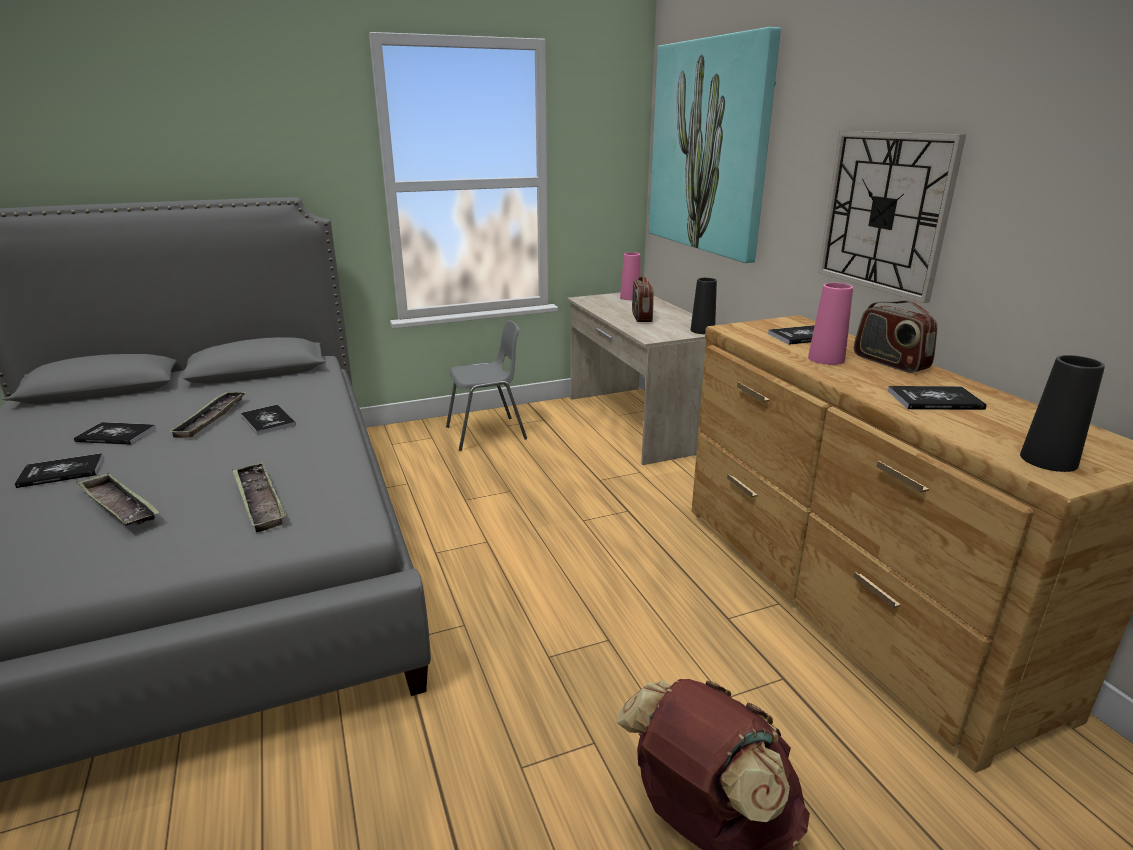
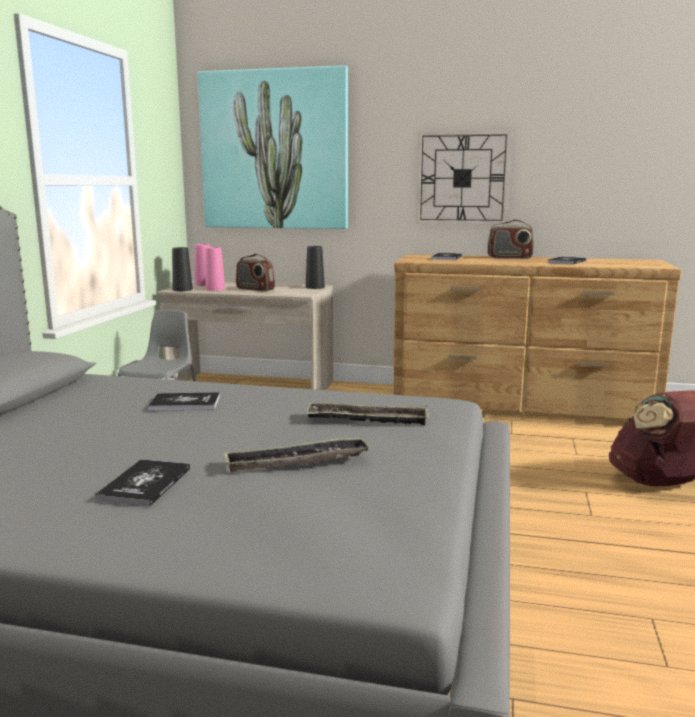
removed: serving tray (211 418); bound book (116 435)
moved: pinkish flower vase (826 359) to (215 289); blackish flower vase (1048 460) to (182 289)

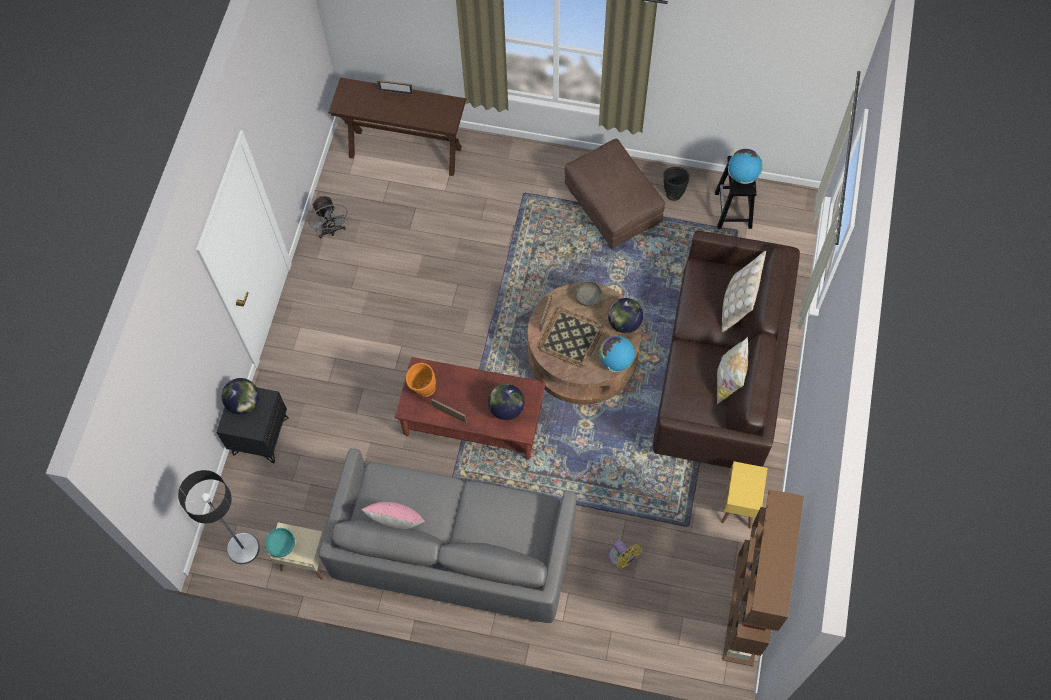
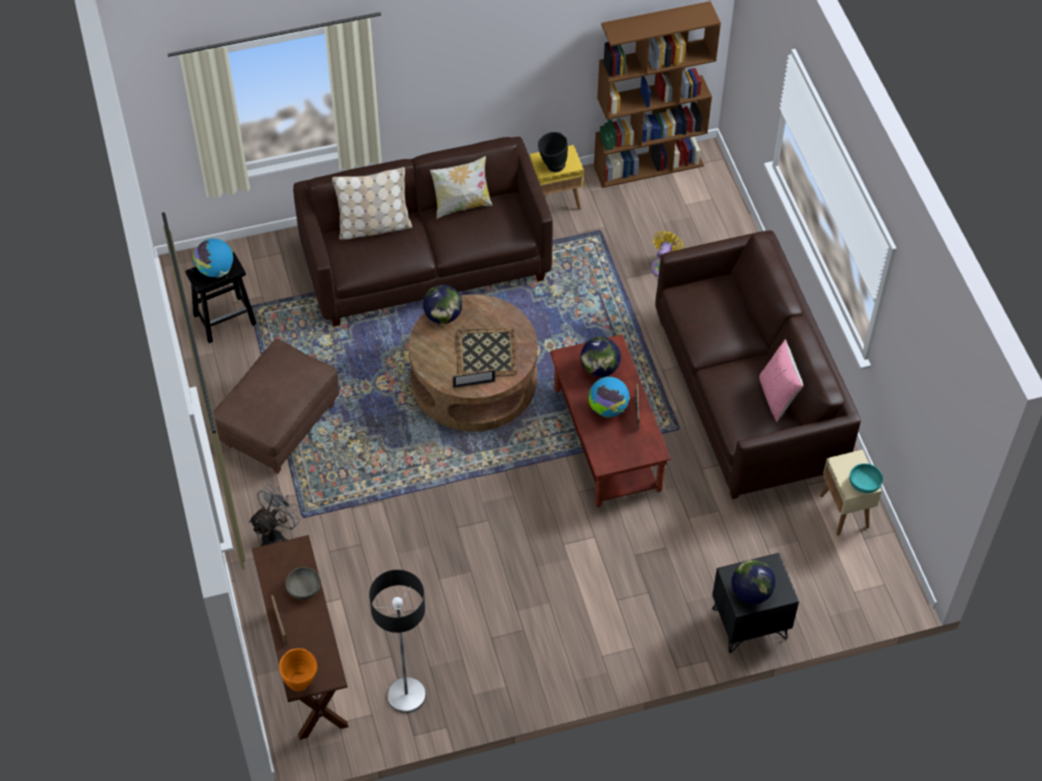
moved: blackish flower vase (673 192) to (552 167); greyish electric fan (331 231) to (276 536); greyish serving bowl (587 297) to (304 589); world globe (616 360) to (607 408); orange flower vase (422 390) to (302 685); floor lamp (243 548) to (406 695)
recoloured: greyish settee (453 551) to brownish settee (747 395)

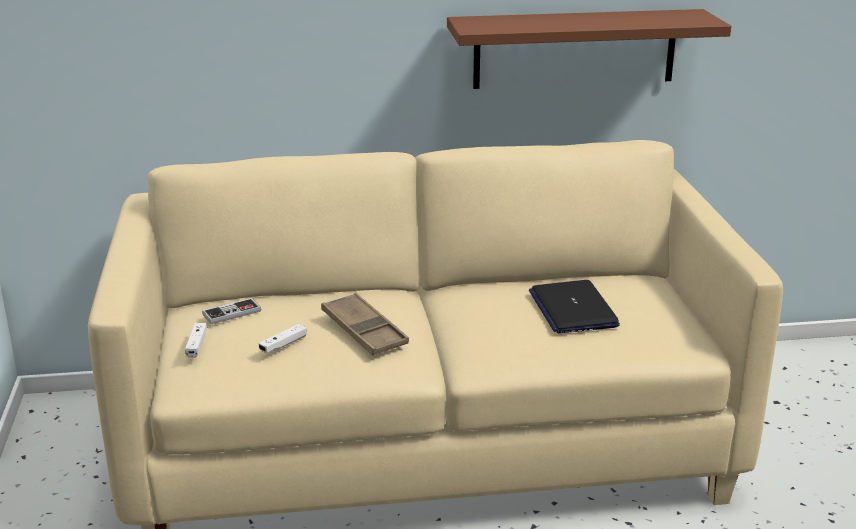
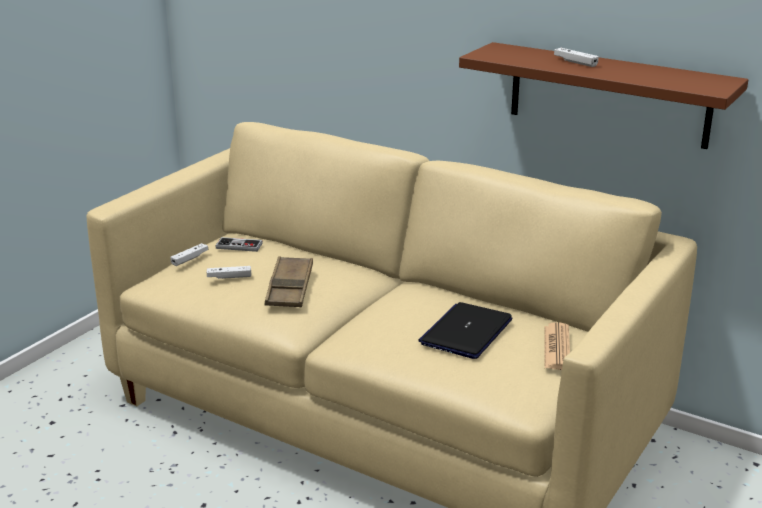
added: whitish gamepad (575 62); printed paper (557 347)

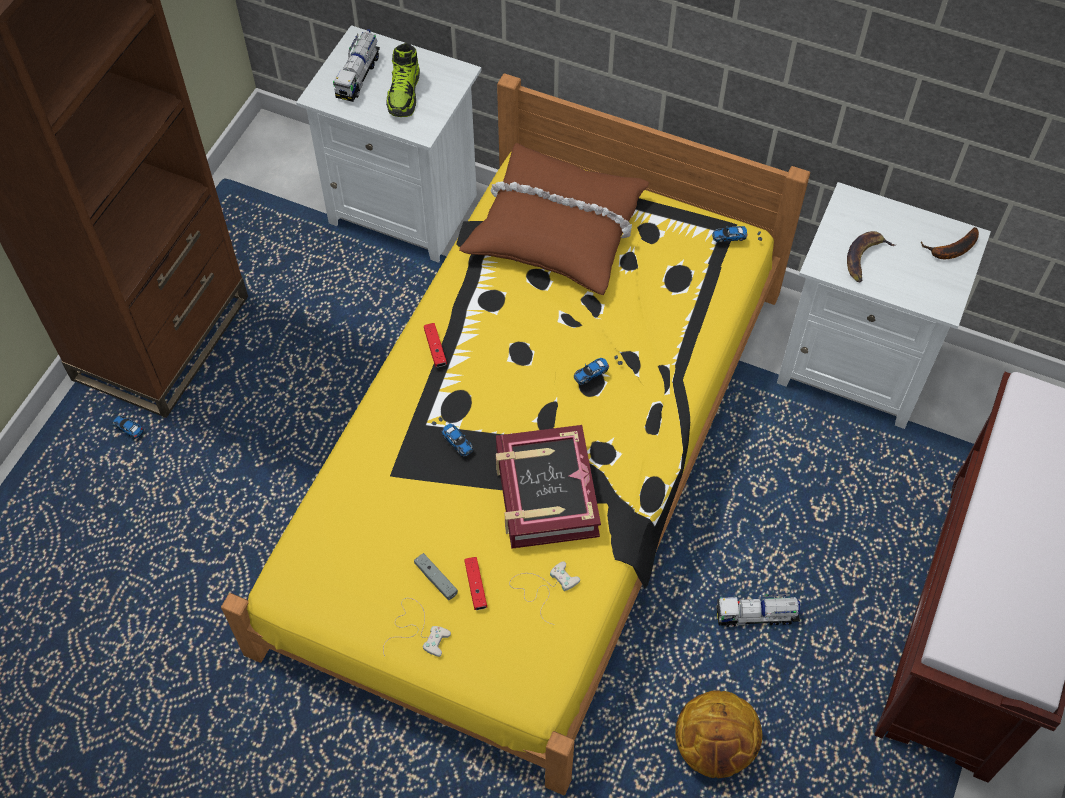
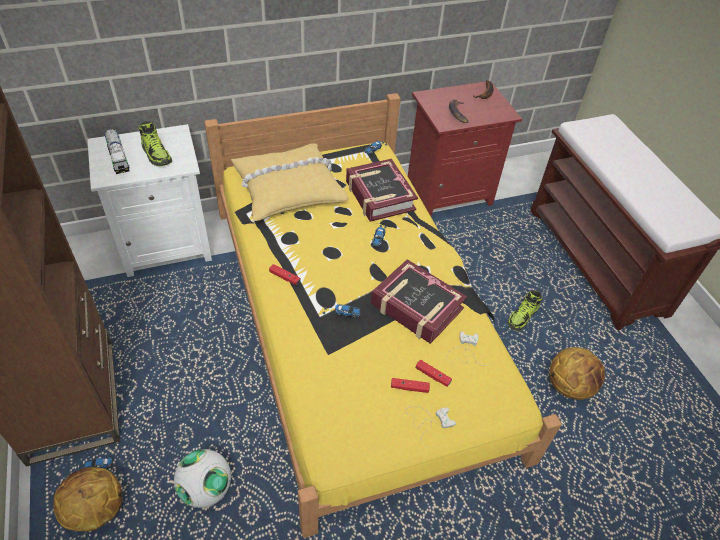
added: bound book (379 196); football ball (206 489); ball for basketball (95 510)
replaced: model truck (756 616) to shoe (522 317)
recoloured: brownish cushion (557 229) to yellow cushion (288 189); whitish nightstand (855 365) to reddish nightstand (447 193); greyish gamepad (436 579) to reddish gamepad (409 388)

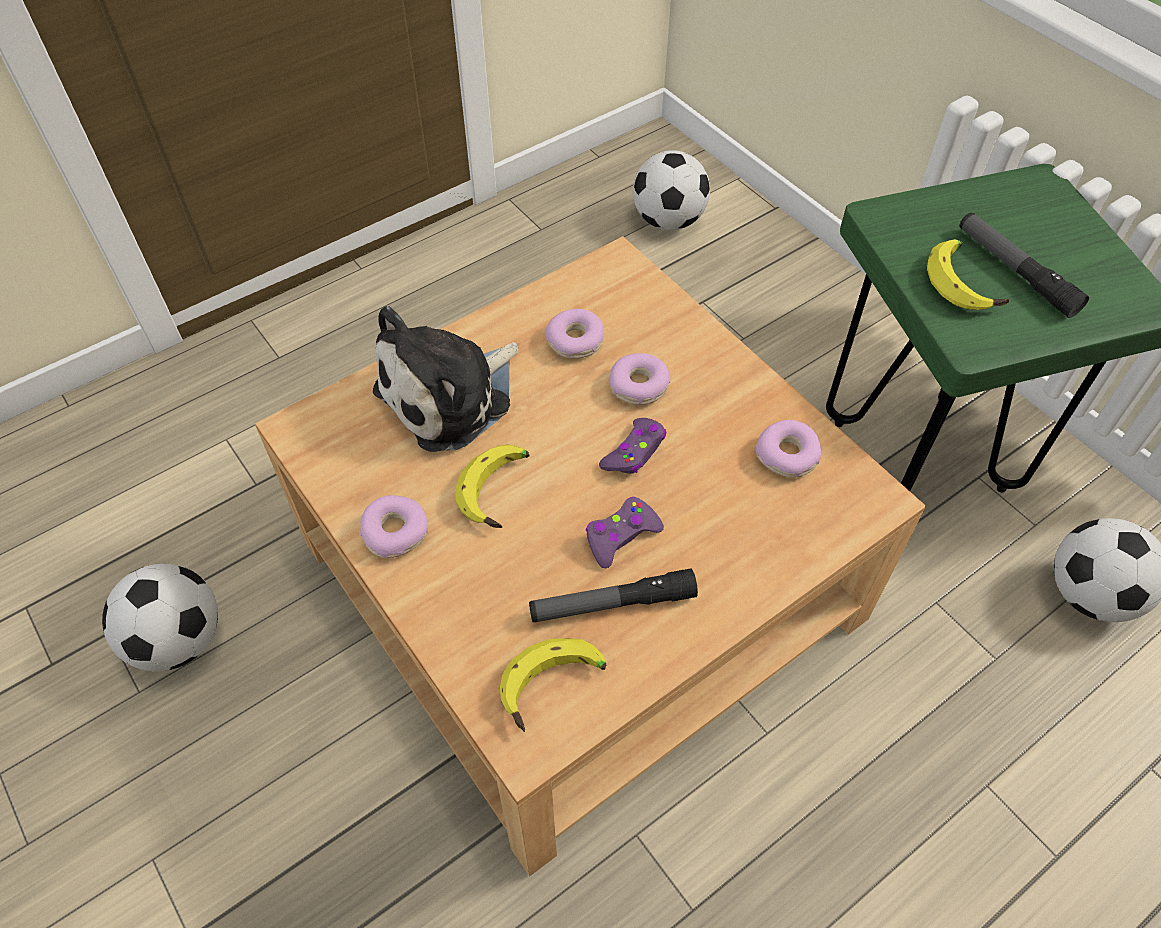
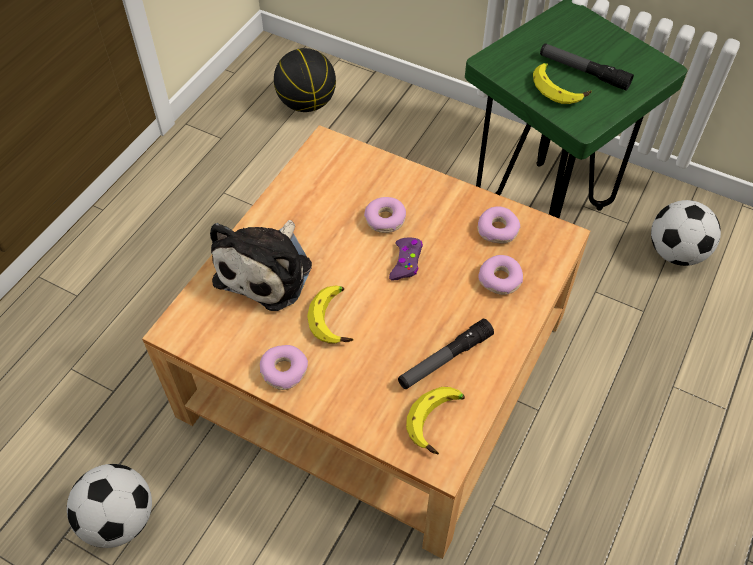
removed: purple gamepad (621 536)
moved: doughnut (575 341) to (500 279)
replaced: football ball (668 220) to ball for basketball (307 103)

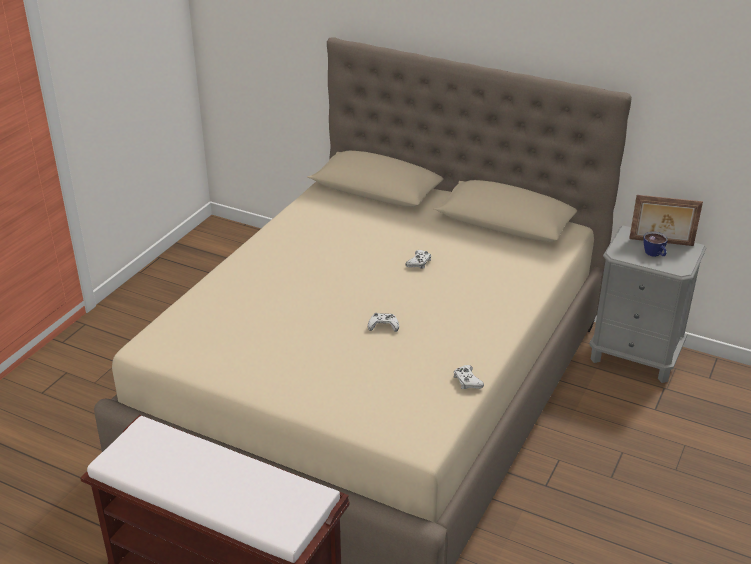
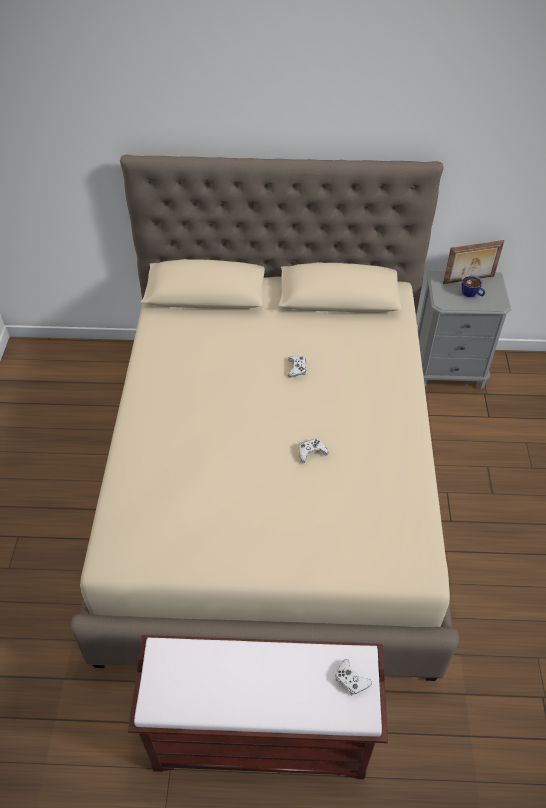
moved: whitish gamepad (467 381) to (351 680)

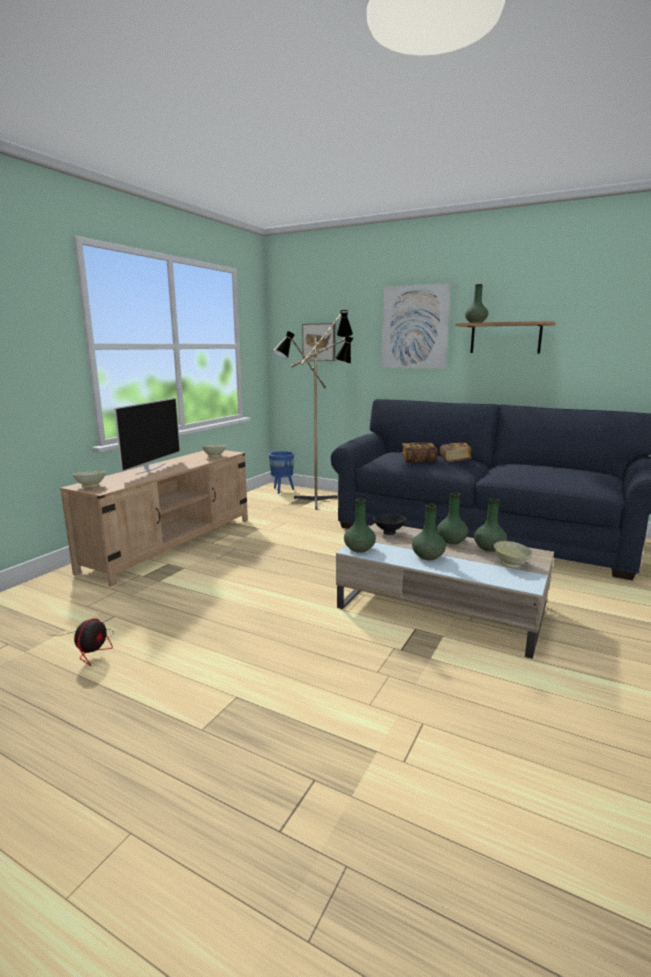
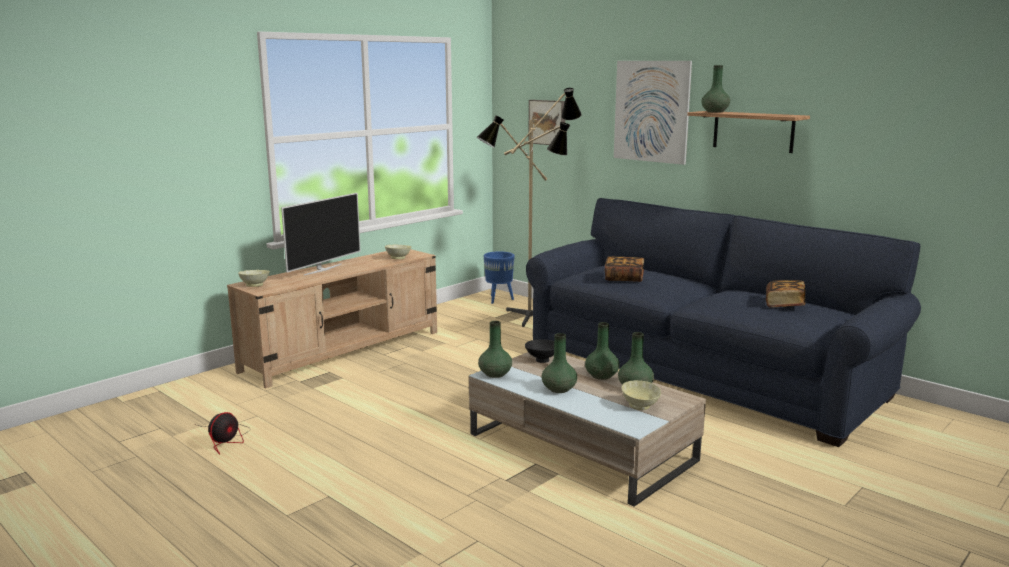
moved: bound book (455 460) to (784 304)

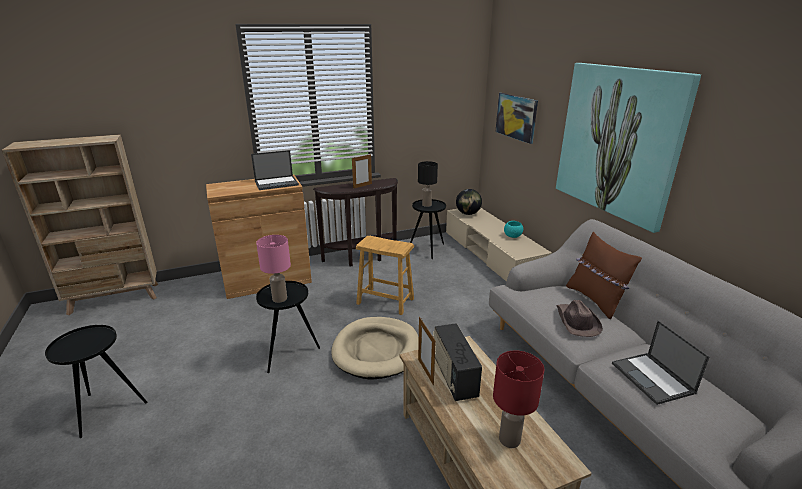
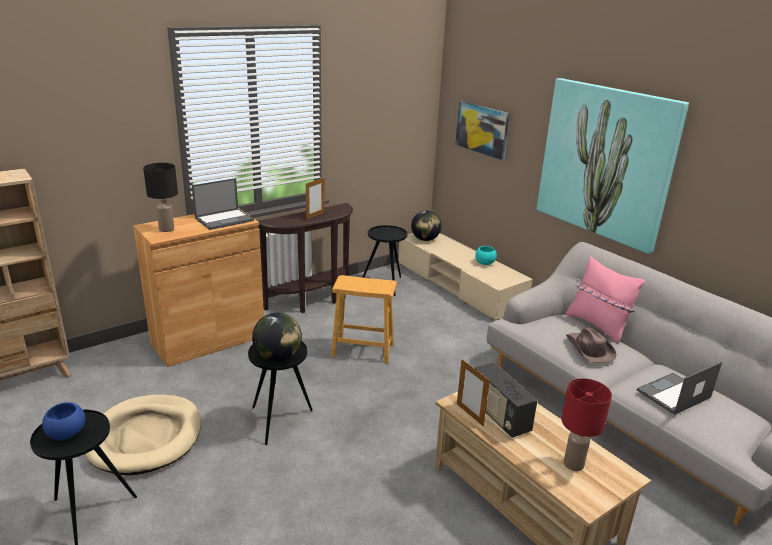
added: bluish serving bowl (67 434)
moved: blackish table lamp (426 205) to (166 229); beige-coloured dog bed (376 350) to (146 437)
replaced: pinkish table lamp (280 299) to world globe (278 357)
recoloured: brownish cushion (595 300) to pinkish cushion (597 326)
turned: laptop (653 378) = (673 394) 90 degrees clockwise

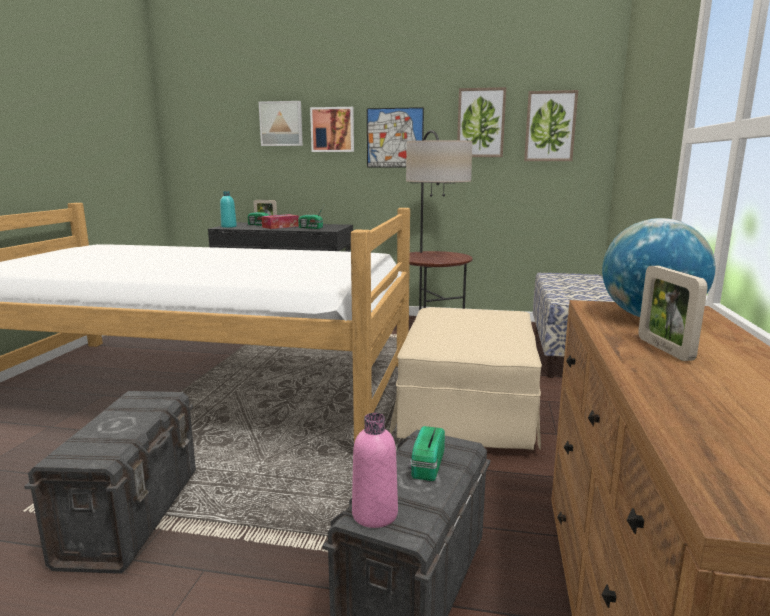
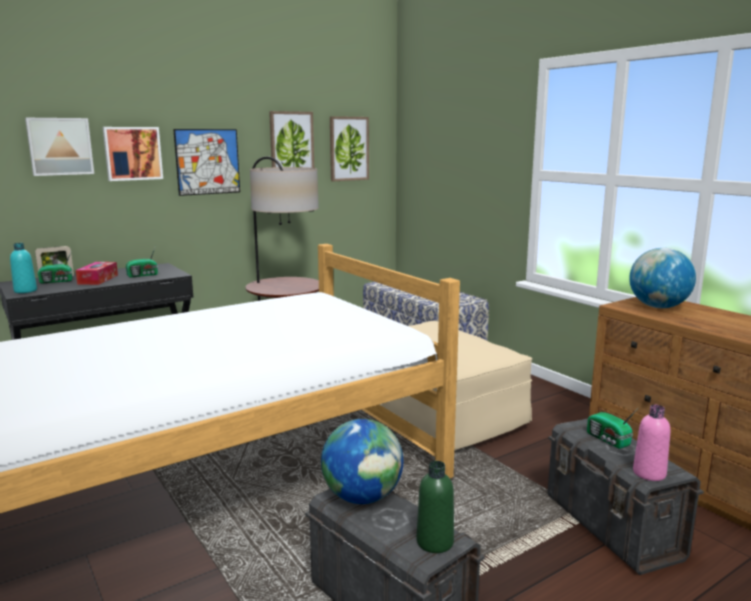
removed: standing frame (664 349)
added: world globe (362 497); green drink bottle (435 542)

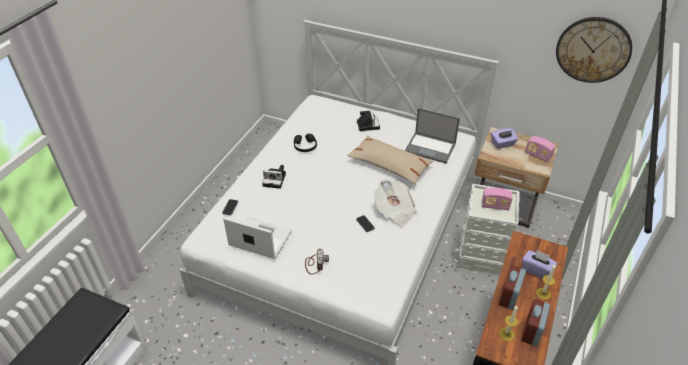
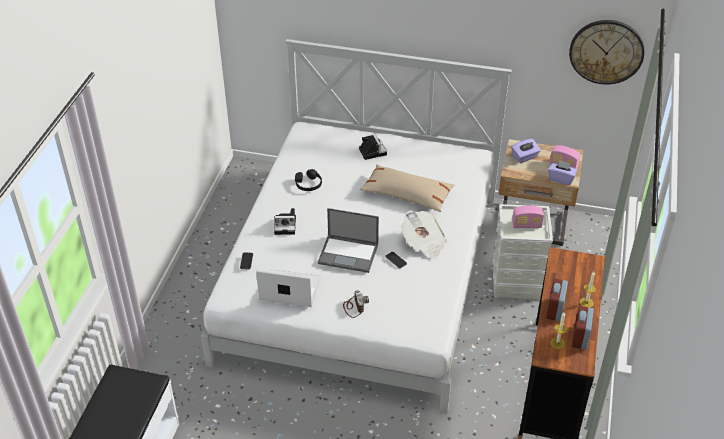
moved: laptop (431 148) to (349 254); purple tissue box (536 270) to (561 179)

